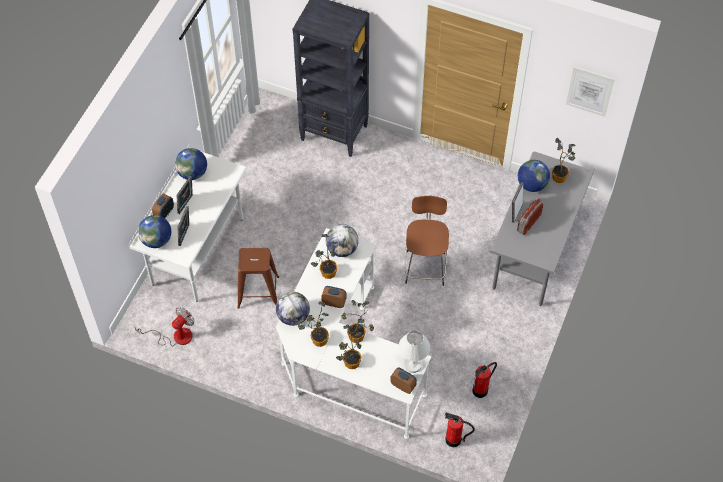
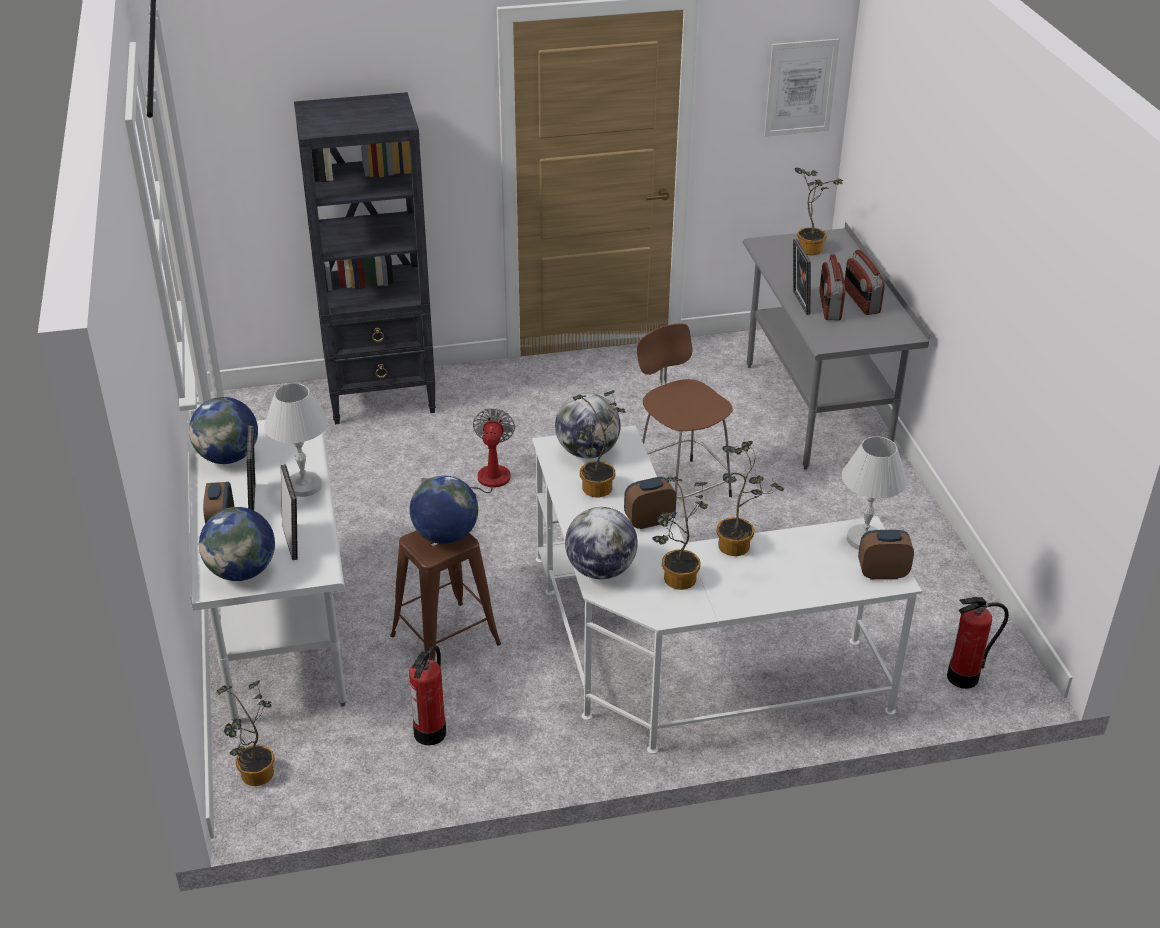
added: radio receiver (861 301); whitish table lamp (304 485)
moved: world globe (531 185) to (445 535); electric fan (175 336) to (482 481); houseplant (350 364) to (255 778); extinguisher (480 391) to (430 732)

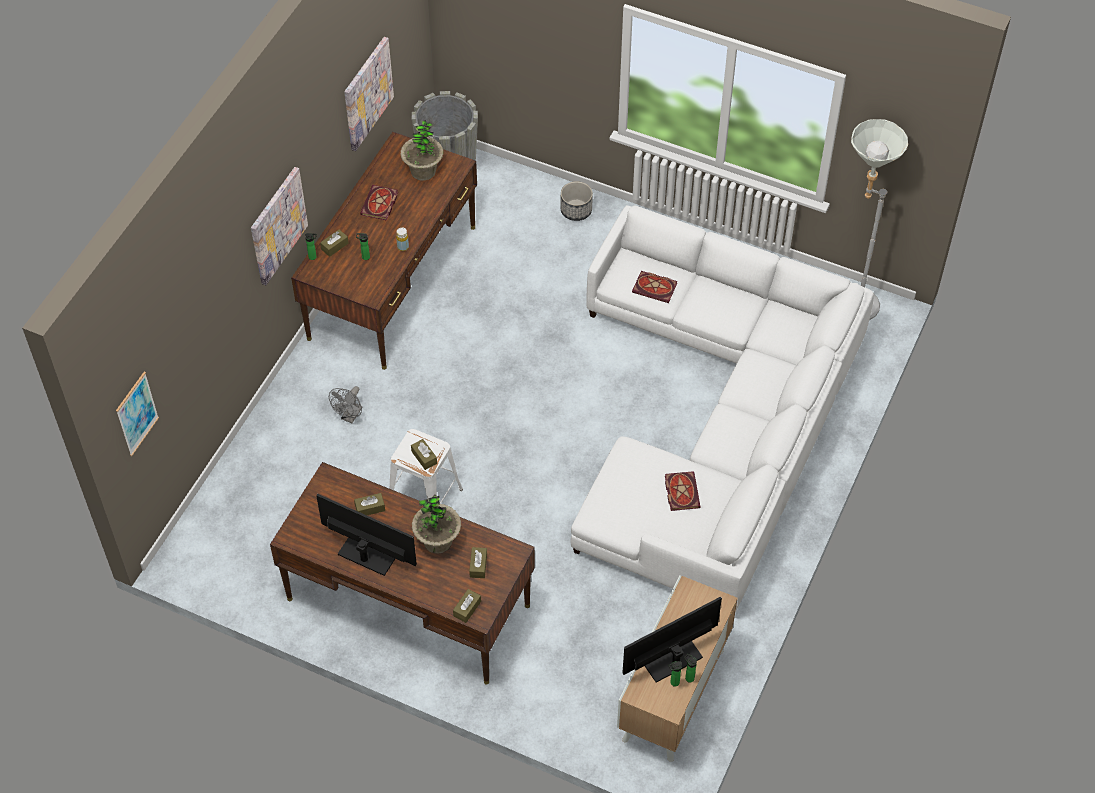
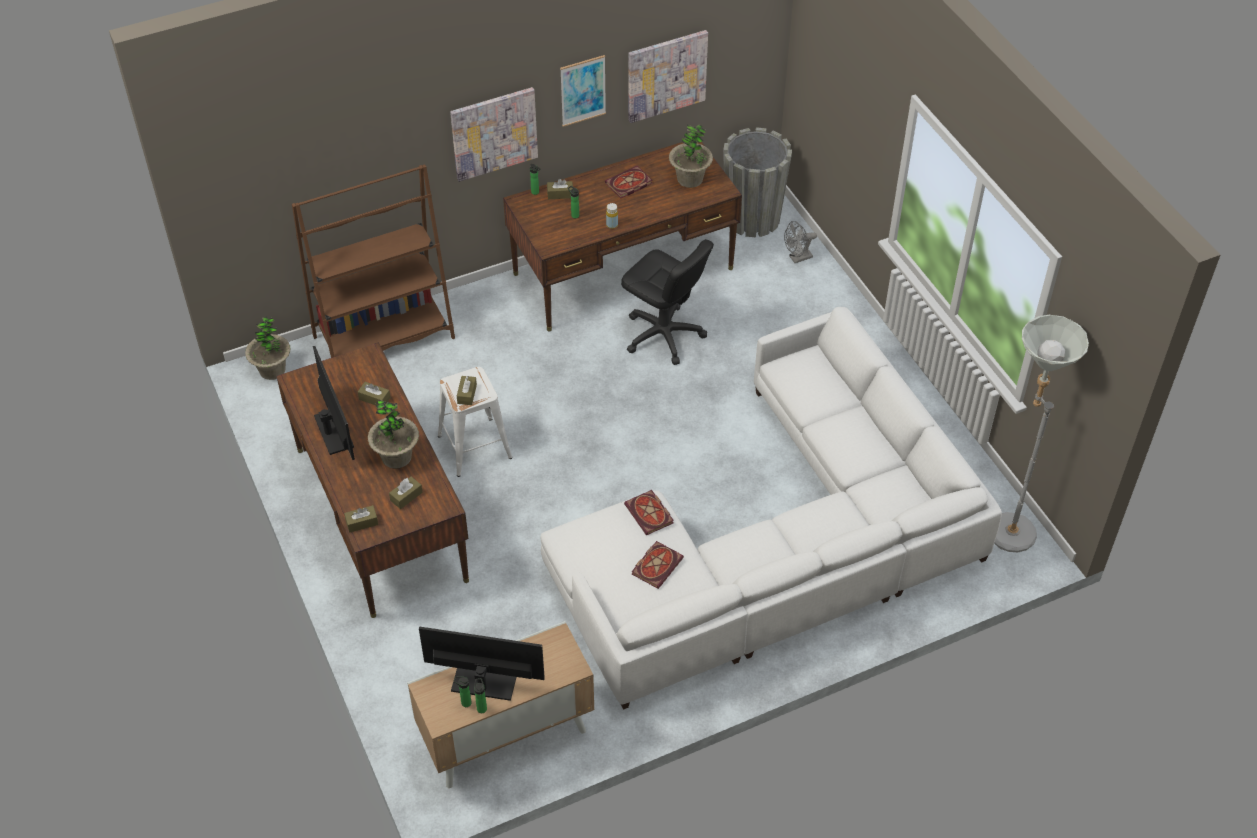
removed: flower pot (576 210)
added: brownish bookcase (384 337); blackish desk chair (663 335); houseplant (272 370)
moved: bound book (655 288) to (650 514); picture (137 413) to (583 90); greyish electric fan (350 416) to (797 258)

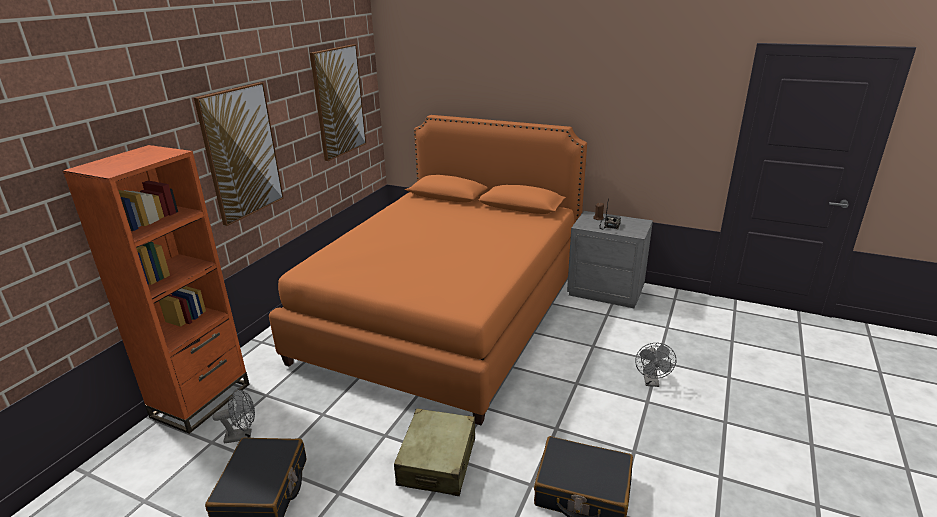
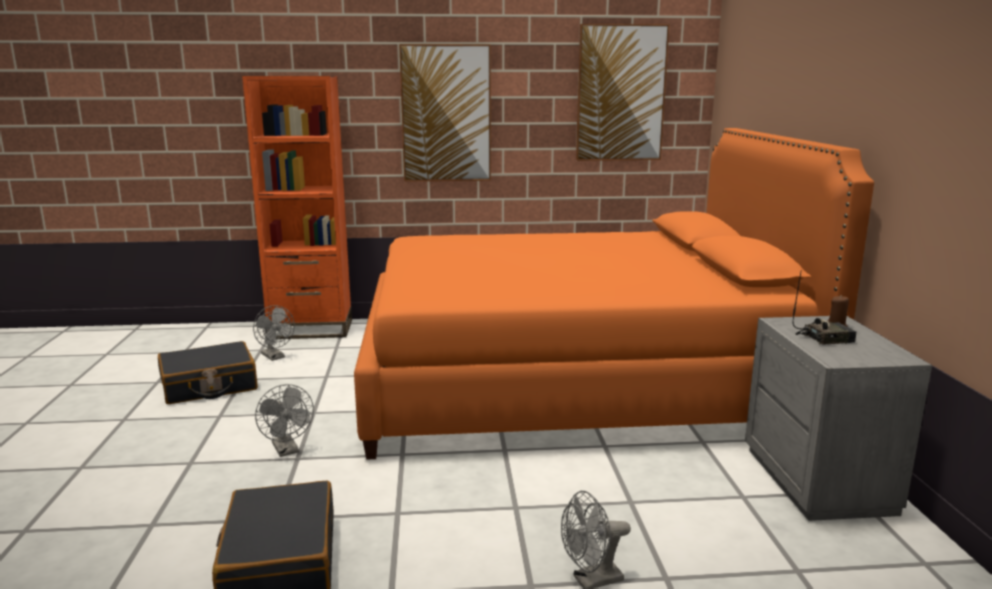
replaced: beige-coloured piece of luggage (437 461) to greyish electric fan (287 450)

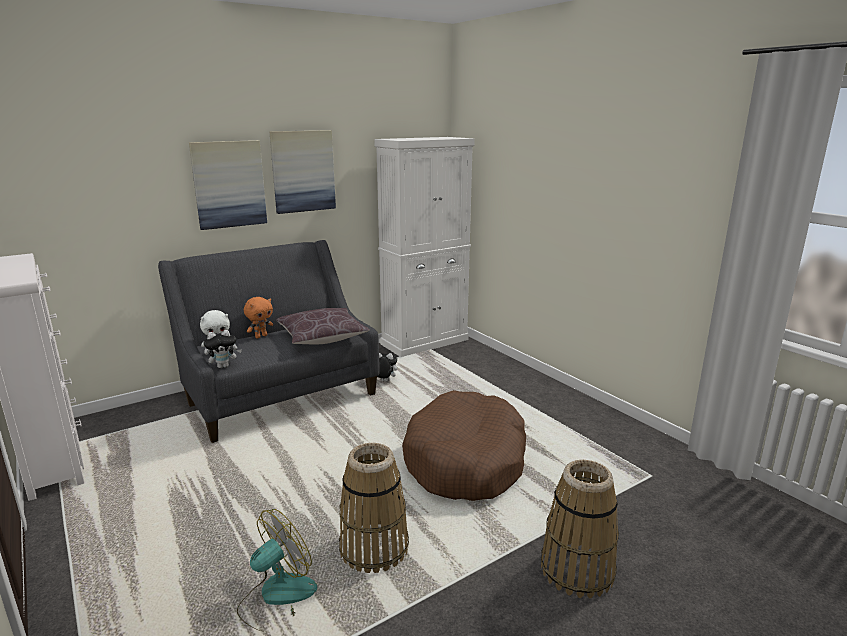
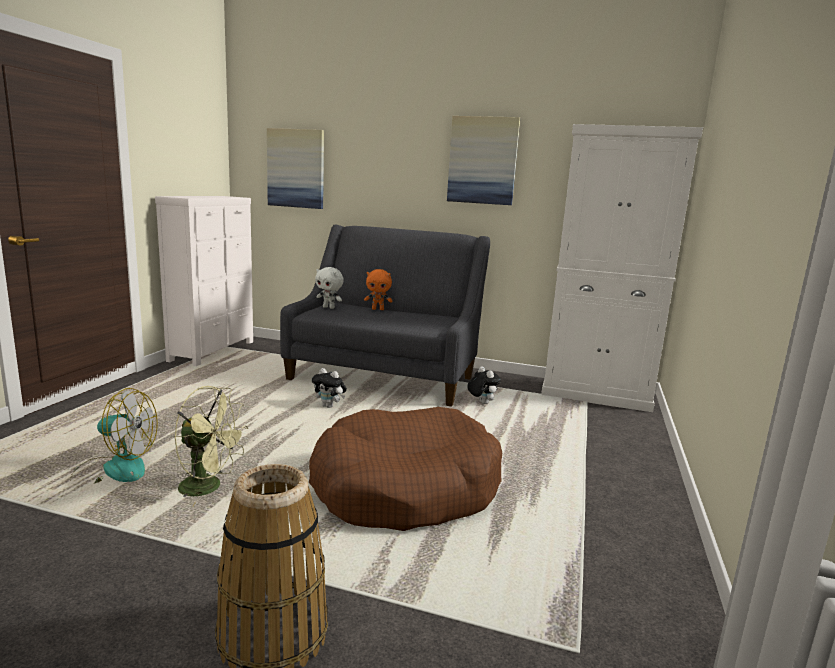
removed: brownish cushion (322 337)
moved: picture (229 184) to (296 168); cuddly toy (224 366) to (329 406)
replaced: household basket (373 548) to green electric fan (209 487)

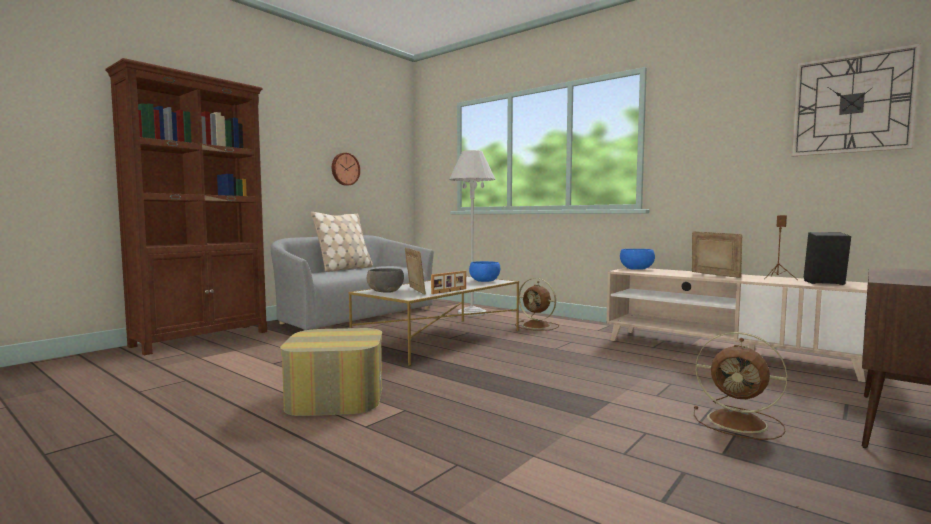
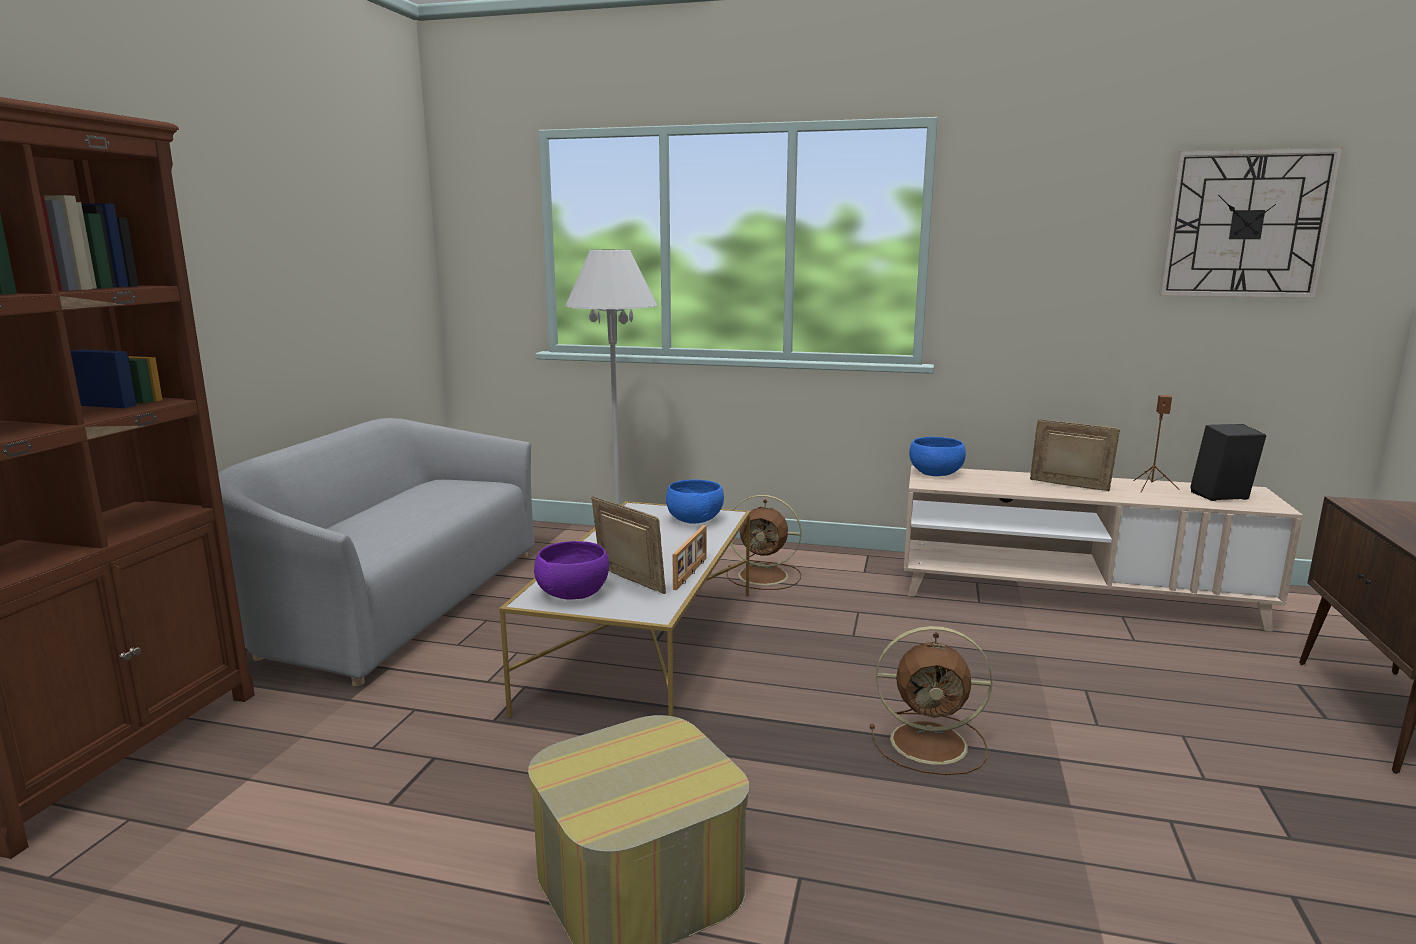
removed: clock on the wall (345 169); beige-coloured cushion (344 269)
moved: brownish electric fan (740 422) to (932 743)
recoloured: greyish serving bowl (385 291) to purple serving bowl (572 593)

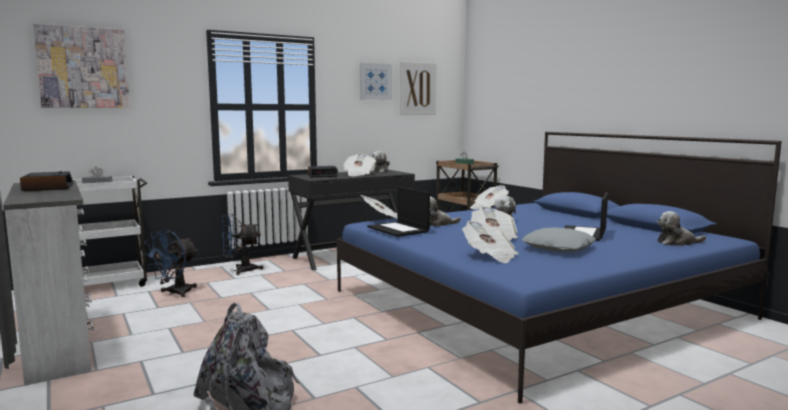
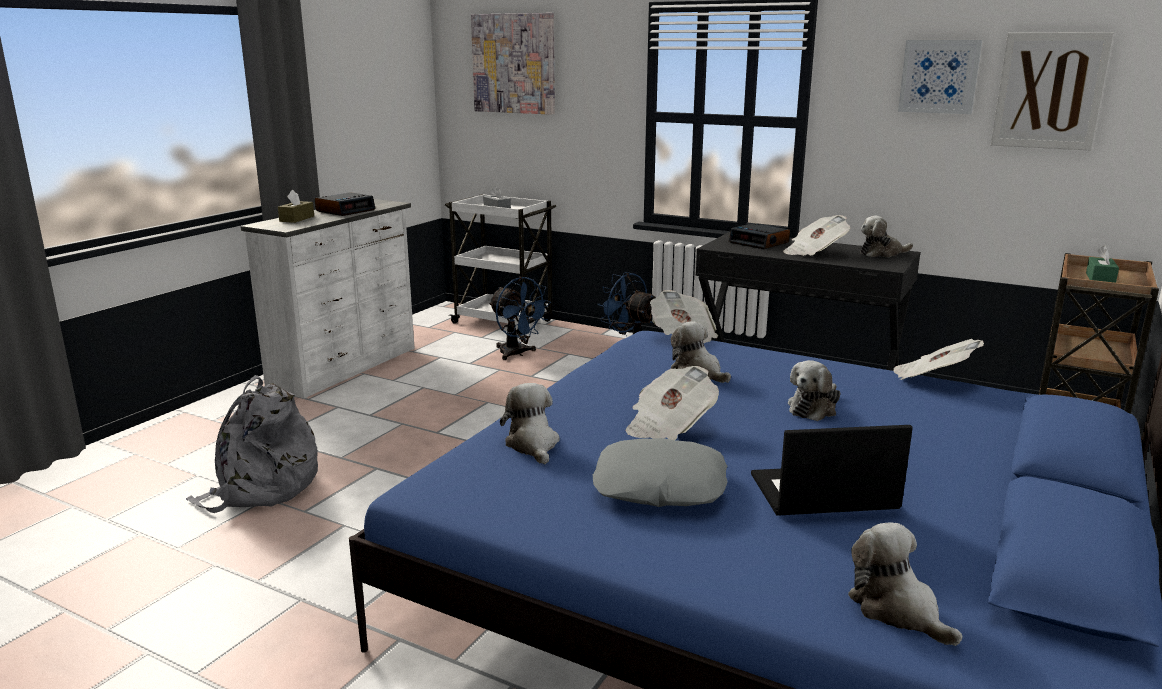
removed: laptop (399 229)
added: brownish tissue box (297 219)
replaced: printed paper (490 256) to cuddly toy (533 445)
turned: bluish electric fan (175 293) = (517 354) 135 degrees counterclockwise

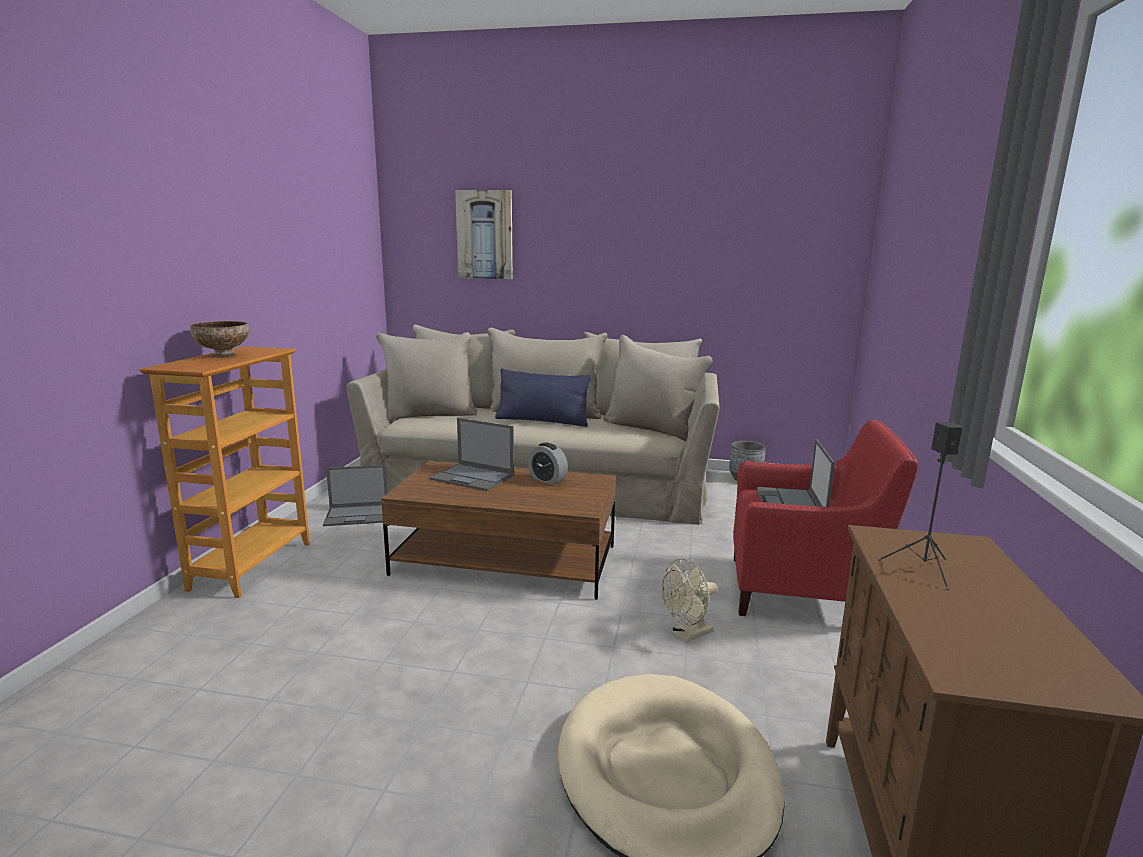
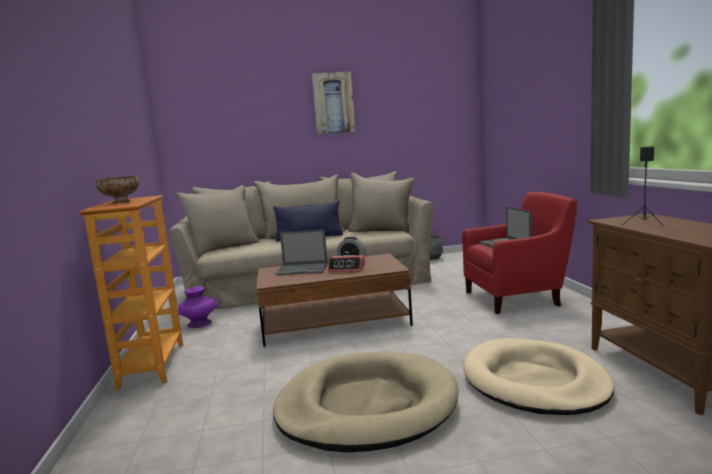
removed: beige-coloured electric fan (687 635)
added: bedside clock (347 268); beige-coloured dog bed (366 406)
moved: picture (485 235) to (333 103)
replaced: laptop (358 515) to purple flower vase (199 323)

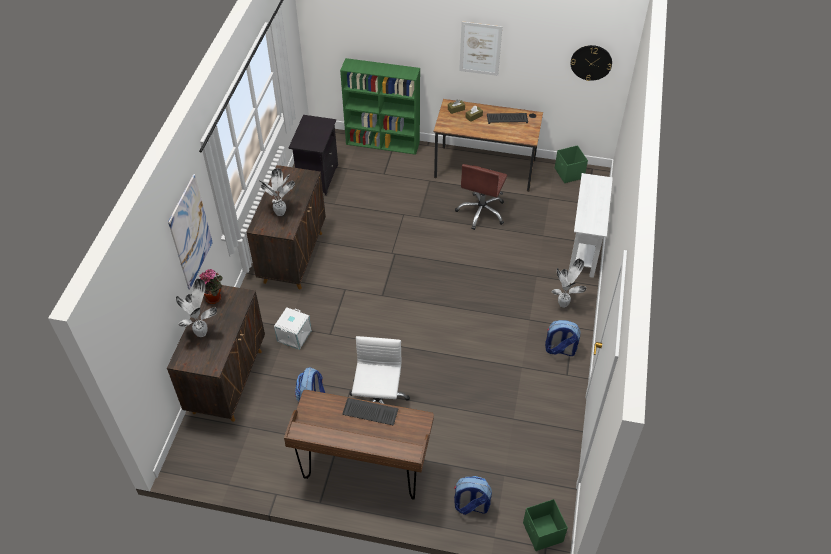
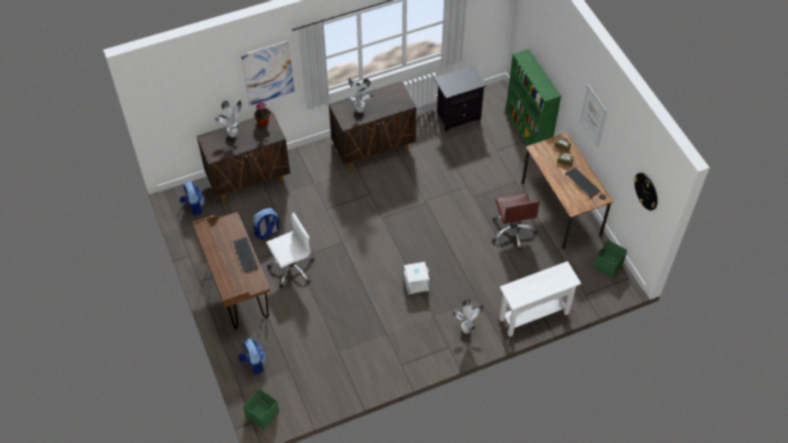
moved: whitish storage bin (294 336) to (416 284); knapsack (560 350) to (194 206)
turned: brownish desk chair (481 212) = (513 231) 90 degrees counterclockwise

